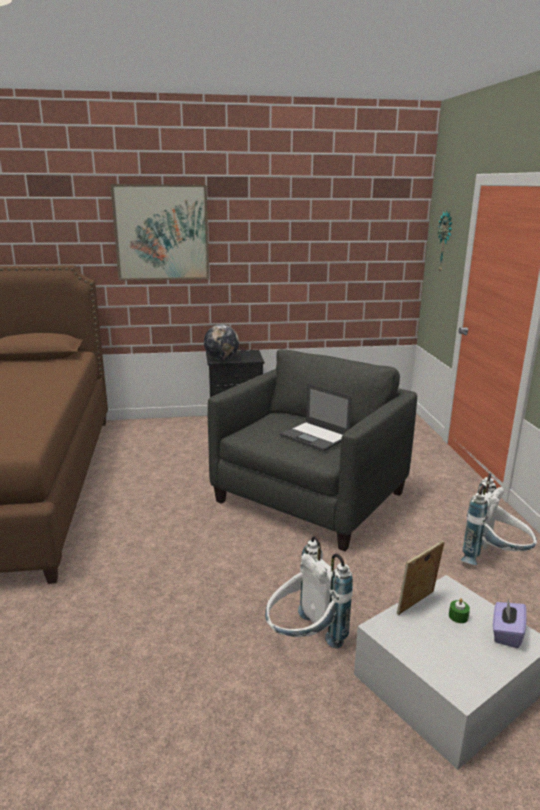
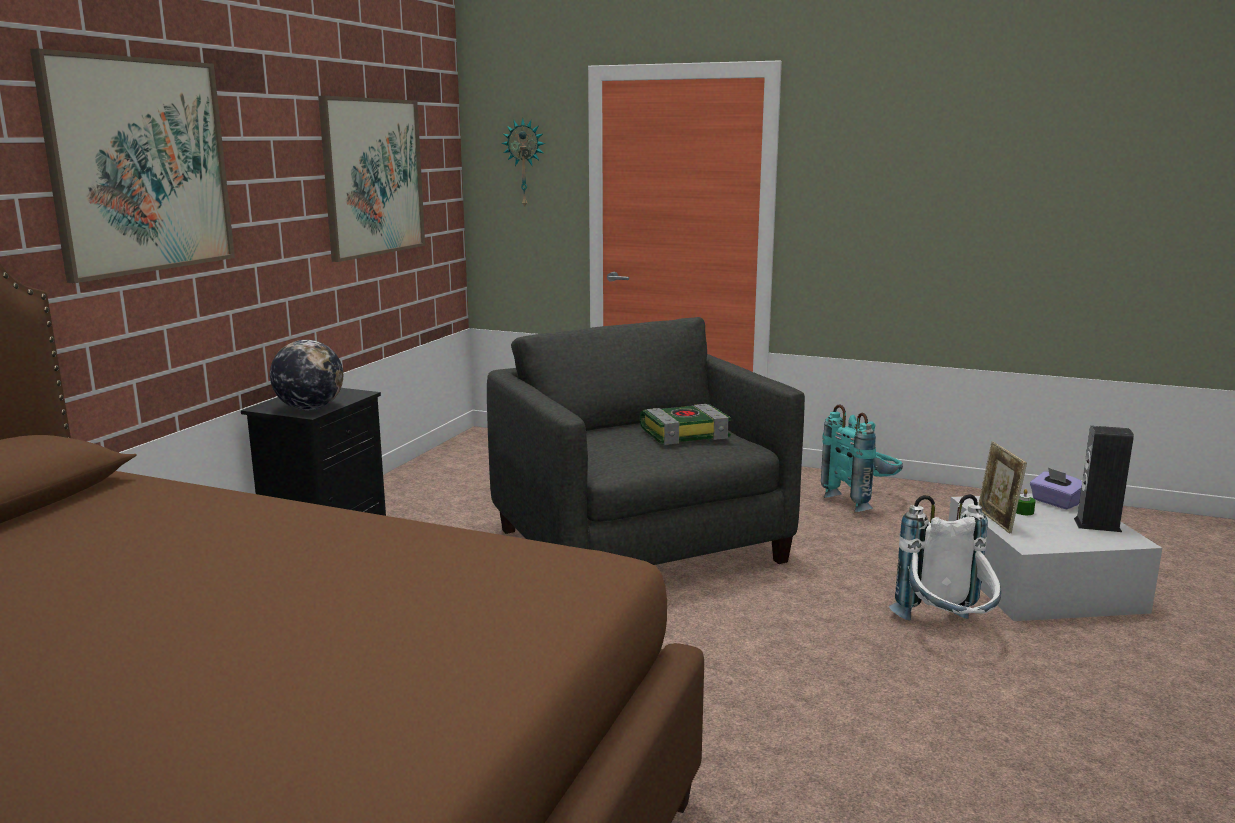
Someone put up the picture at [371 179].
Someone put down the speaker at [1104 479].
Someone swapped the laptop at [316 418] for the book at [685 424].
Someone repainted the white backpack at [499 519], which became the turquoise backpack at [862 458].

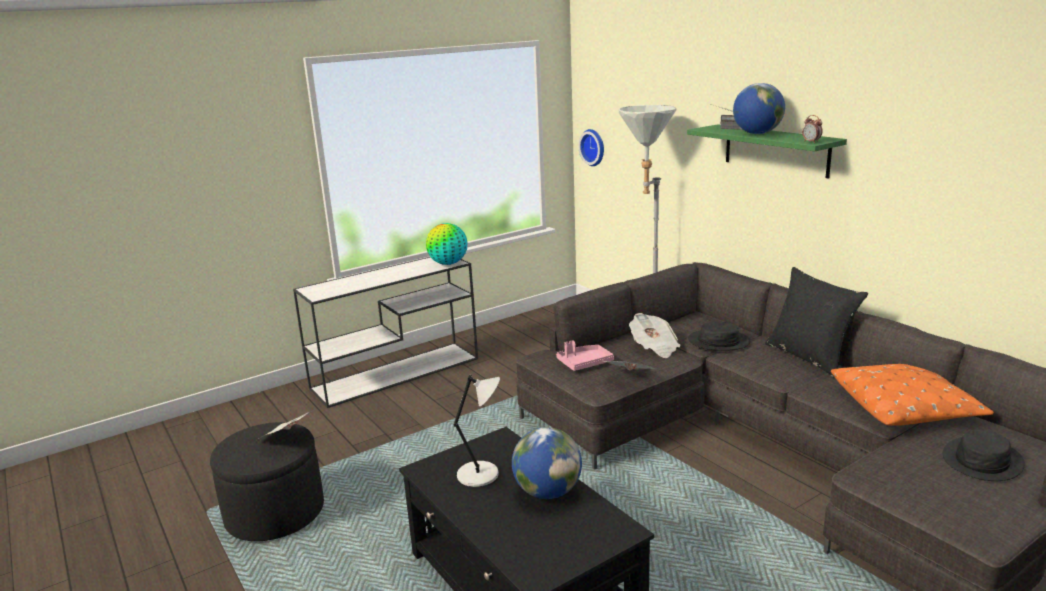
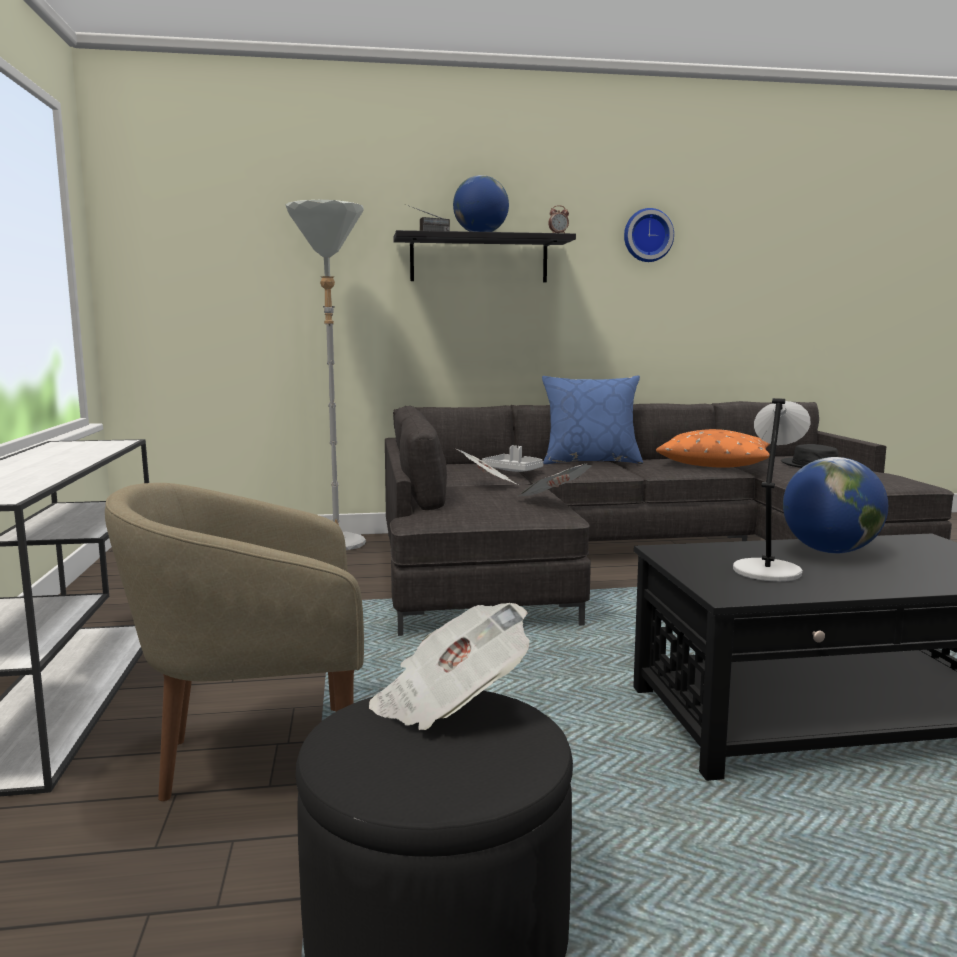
Someone took away the globe at [446 244].
Someone took away the pink tray at [585 355].
Someone put down the beige armchair at [234 642].
Someone carried the wall clock from [591 147] to [649 235].
Someone swapped the black hat at [719 335] for the grey tray at [512 458].
Someone repainted the green shelf at [767 151], which became the black shelf at [484 256].
Someone repainted the black pillow at [816 322], which became the blue pillow at [592 420].

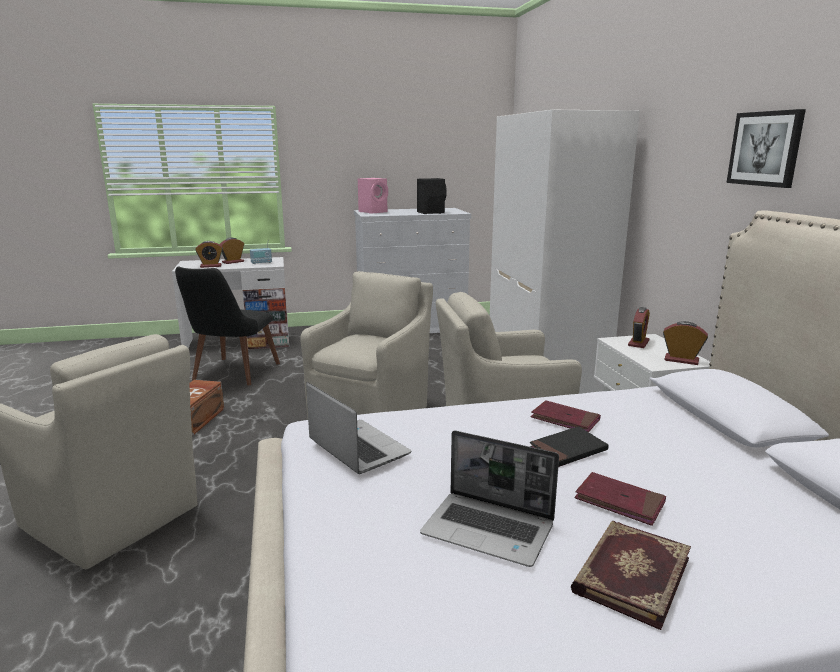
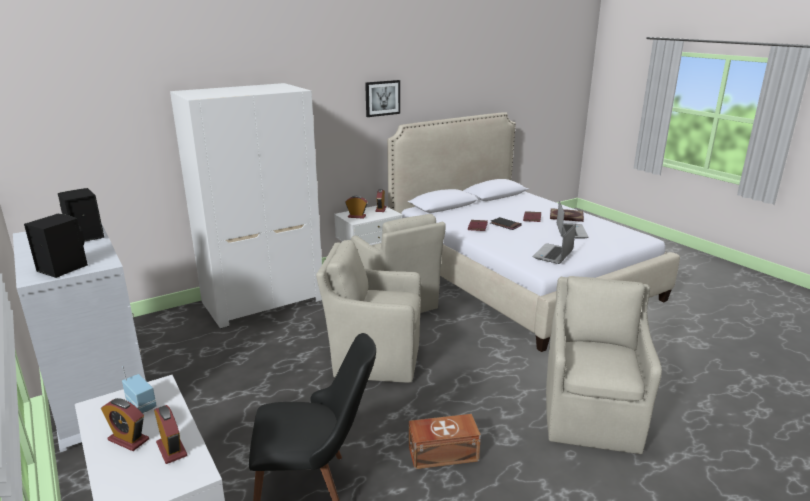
Someone repainted the pink speaker at [373 195], which became the black speaker at [56 246].

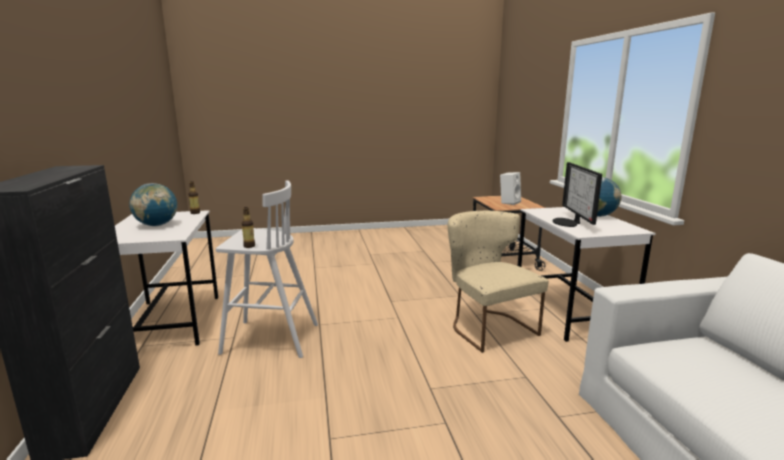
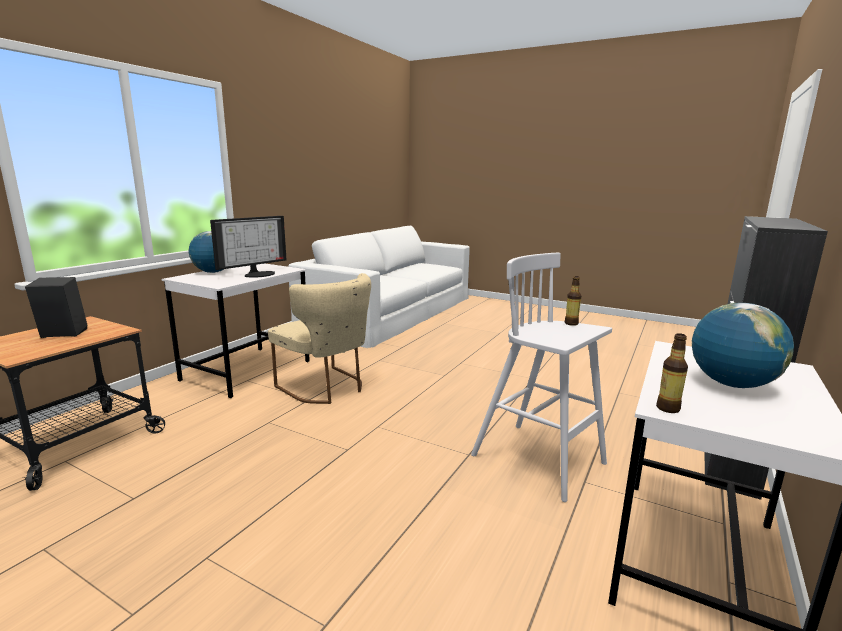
Someone repainted the white speaker at [510 188], which became the black speaker at [56 307].
Someone rotated the beige chair at [498 282] by 60 degrees counterclockwise.

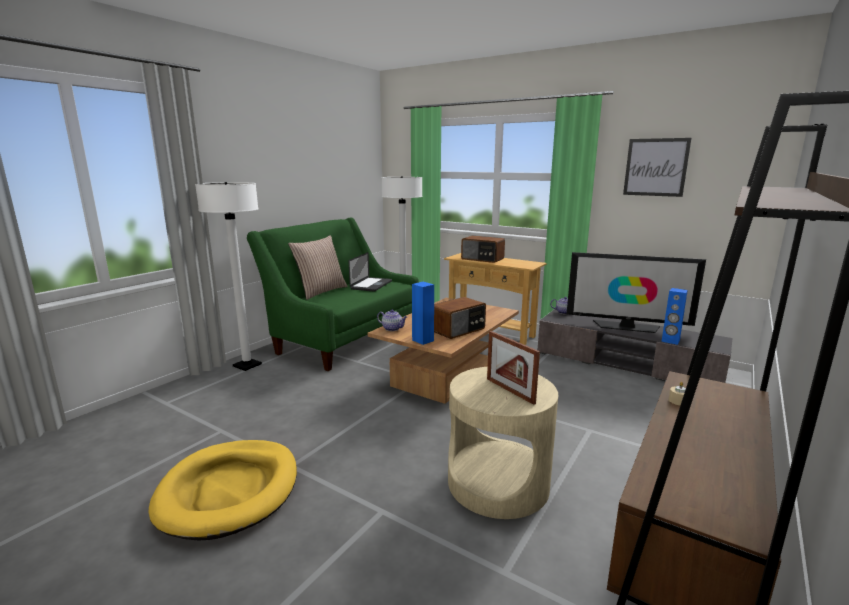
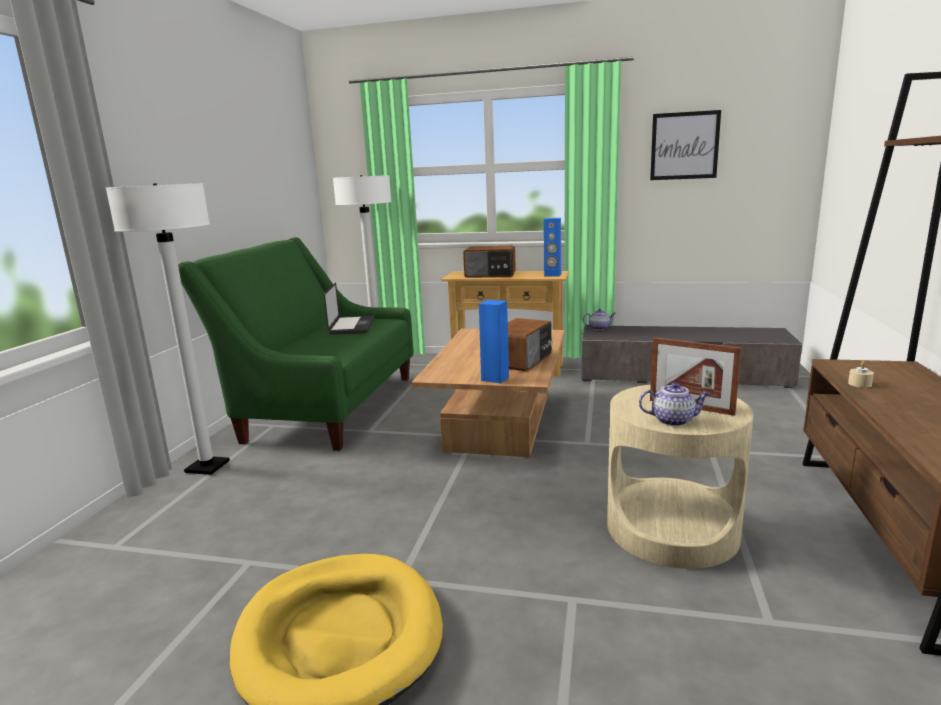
Someone took away the pillow at [318 267].
Someone took away the television at [636 292].
Someone carried the teapot from [392 320] to [674 404].
Someone carried the blue speaker from [674 316] to [552 247].

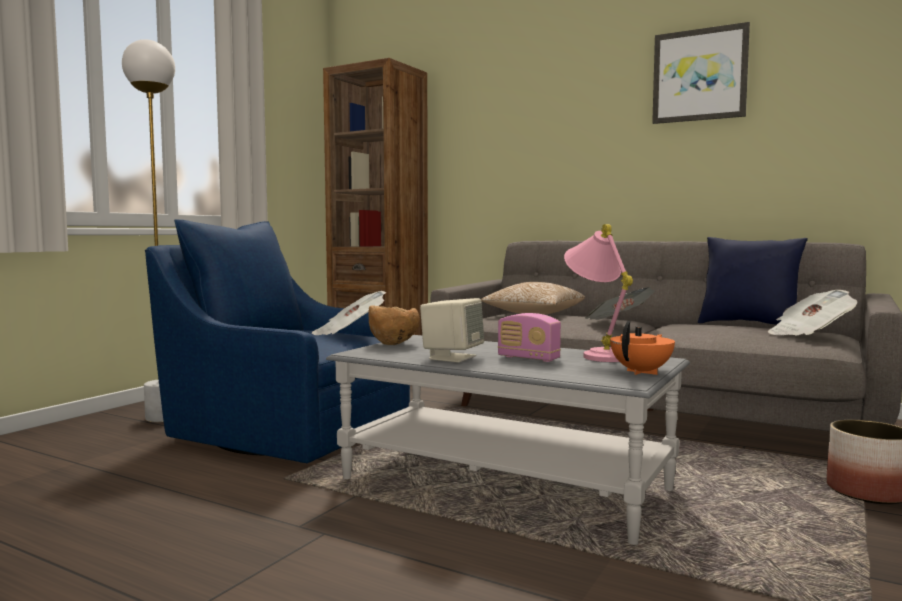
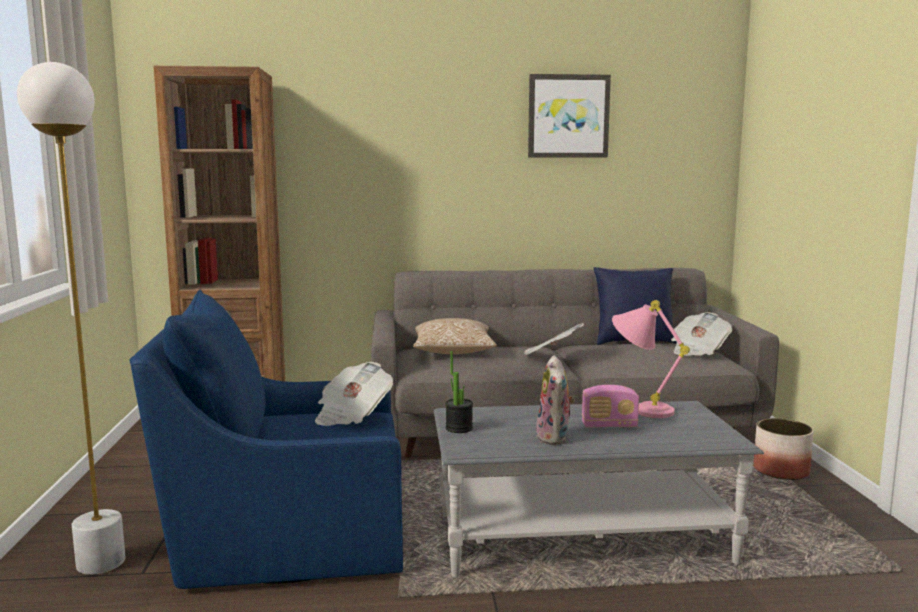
Someone took away the orange teapot at [642 348].
Someone swapped the brown bowl at [394 325] for the potted plant at [459 392].
Someone swapped the beige speaker at [452 330] for the plush toy at [555 400].

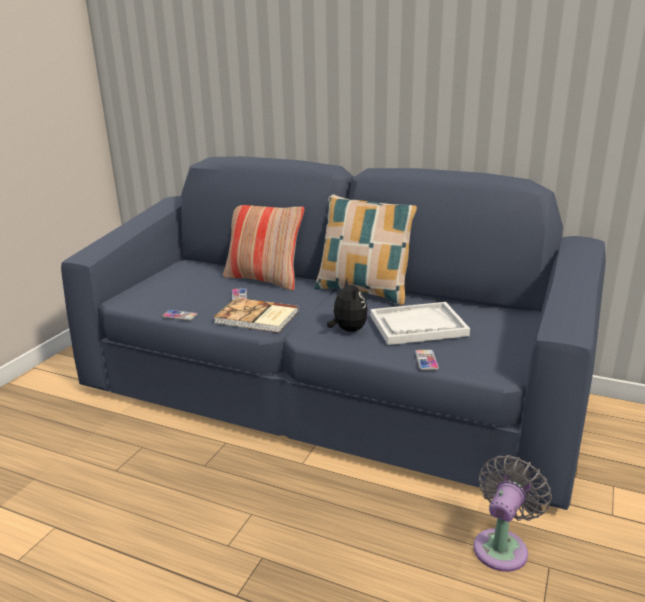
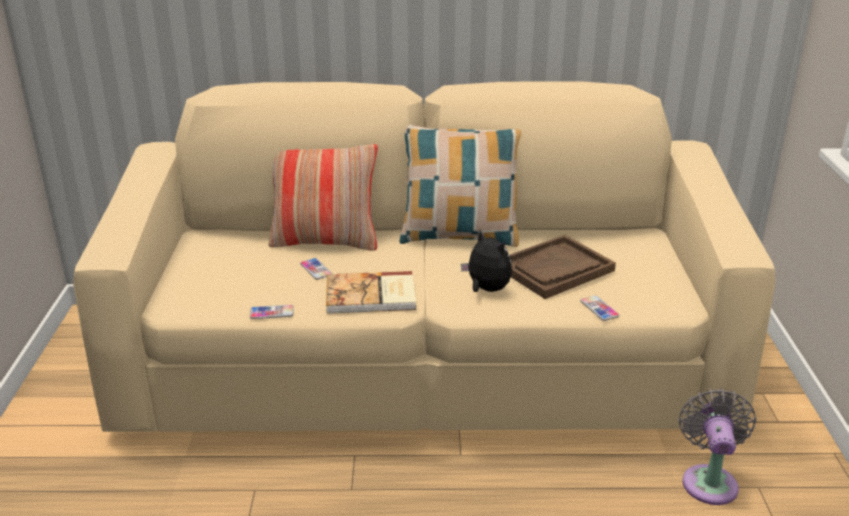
Someone repainted the blue sofa at [333 333], which became the beige sofa at [424 256].
Someone repainted the white tray at [420 323], which became the brown tray at [562 267].

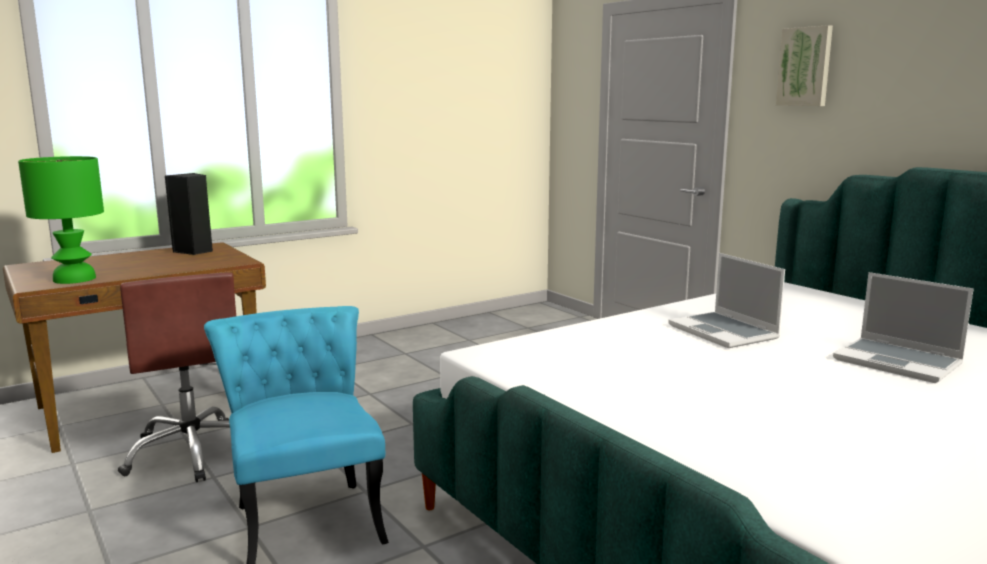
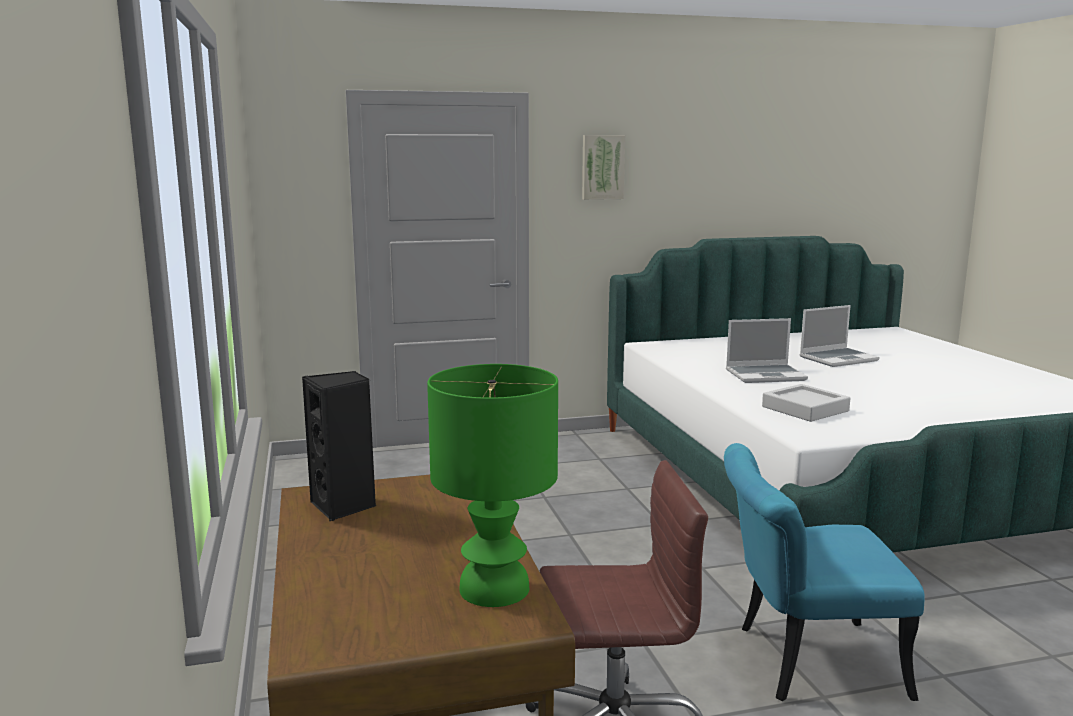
Someone put down the grey tray at [806 403].

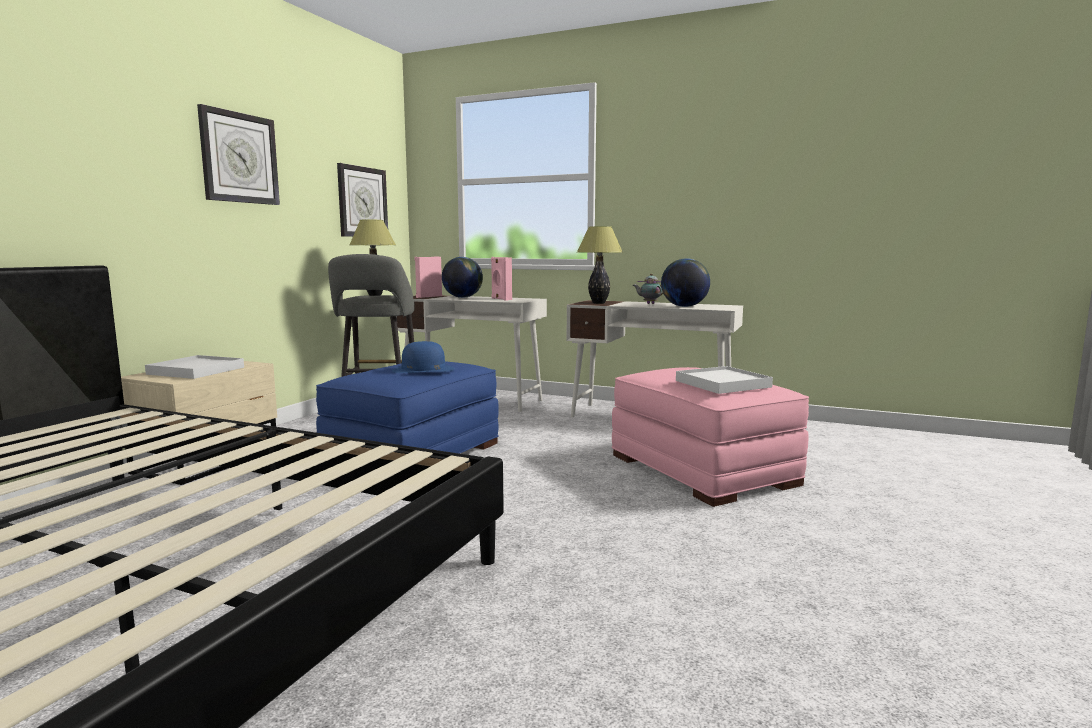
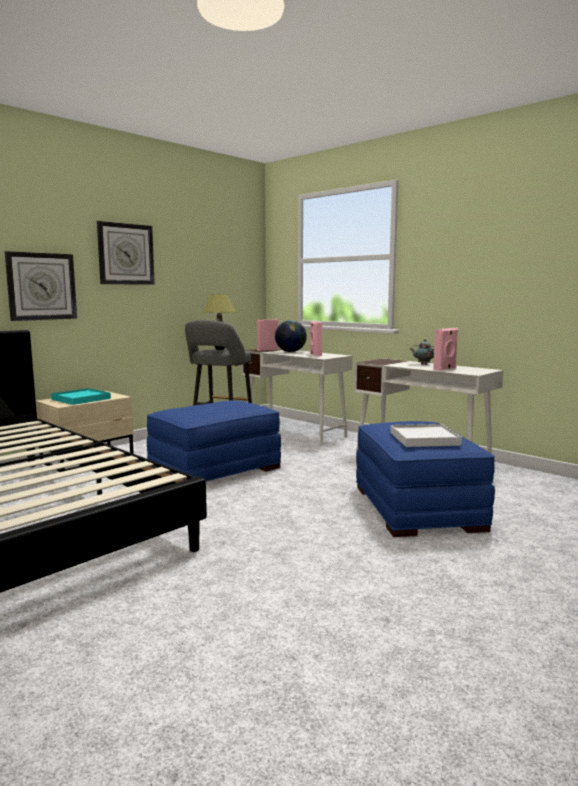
Someone took away the blue hat at [423 357].
Someone took away the table lamp at [599 265].
Someone carried the wall clock from [362 200] to [41 286].
Someone swapped the globe at [685 282] for the pink speaker at [445 349].
Someone repainted the white tray at [194 367], which became the turquoise tray at [81 396].
Someone repainted the pink ottoman at [710 437], which became the blue ottoman at [425 479].

